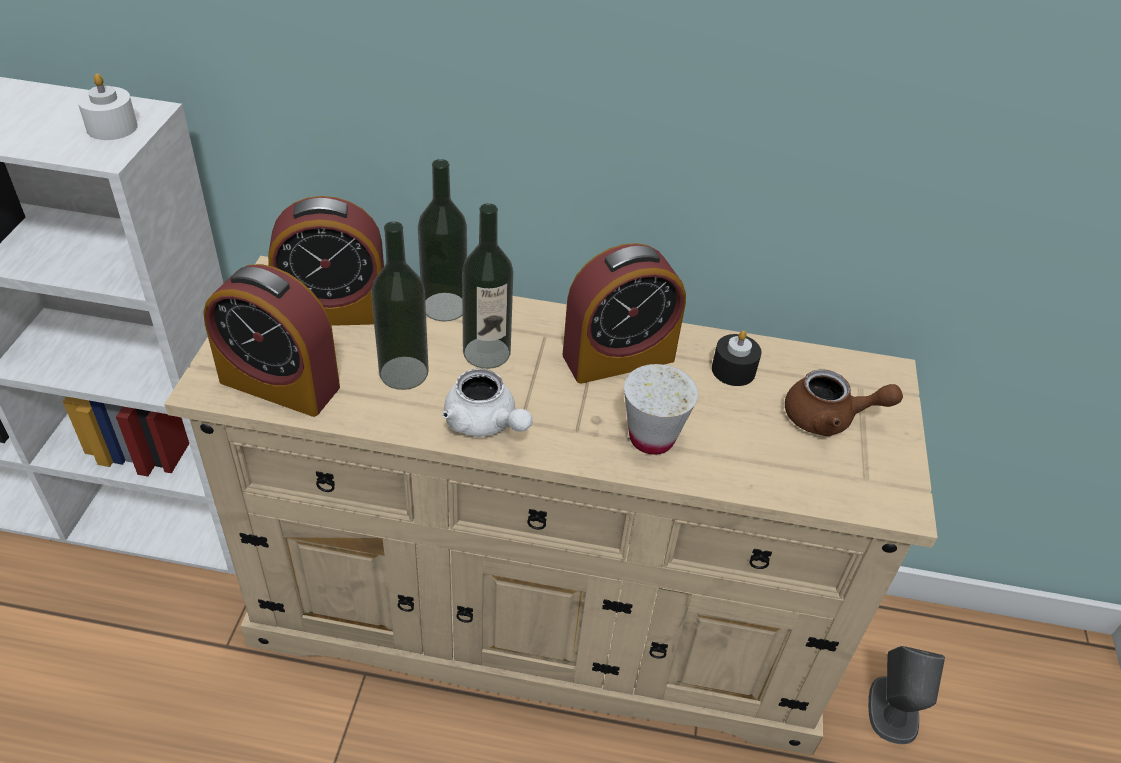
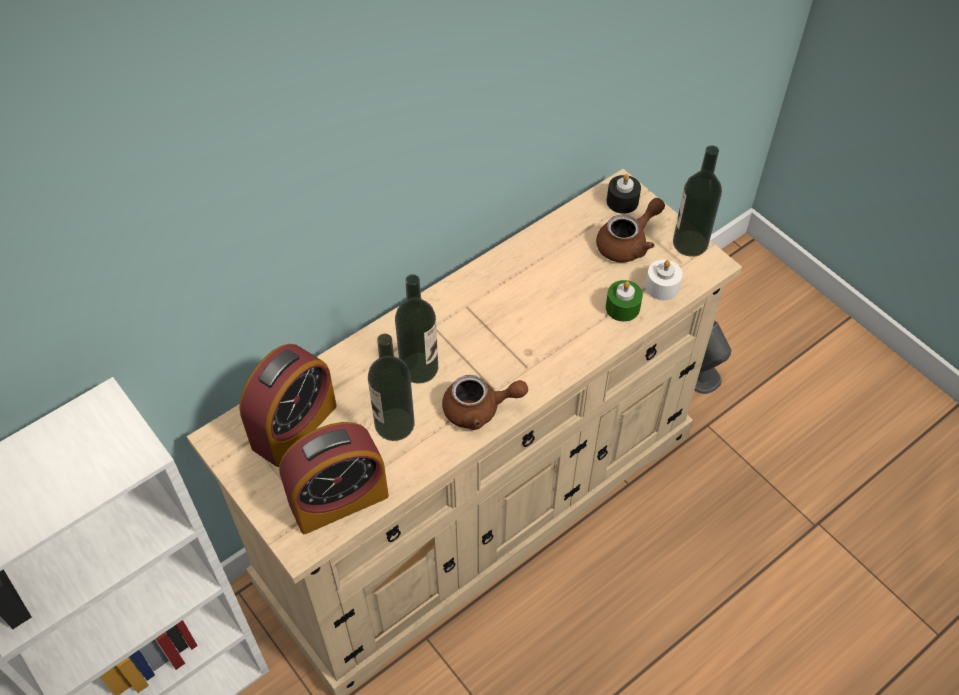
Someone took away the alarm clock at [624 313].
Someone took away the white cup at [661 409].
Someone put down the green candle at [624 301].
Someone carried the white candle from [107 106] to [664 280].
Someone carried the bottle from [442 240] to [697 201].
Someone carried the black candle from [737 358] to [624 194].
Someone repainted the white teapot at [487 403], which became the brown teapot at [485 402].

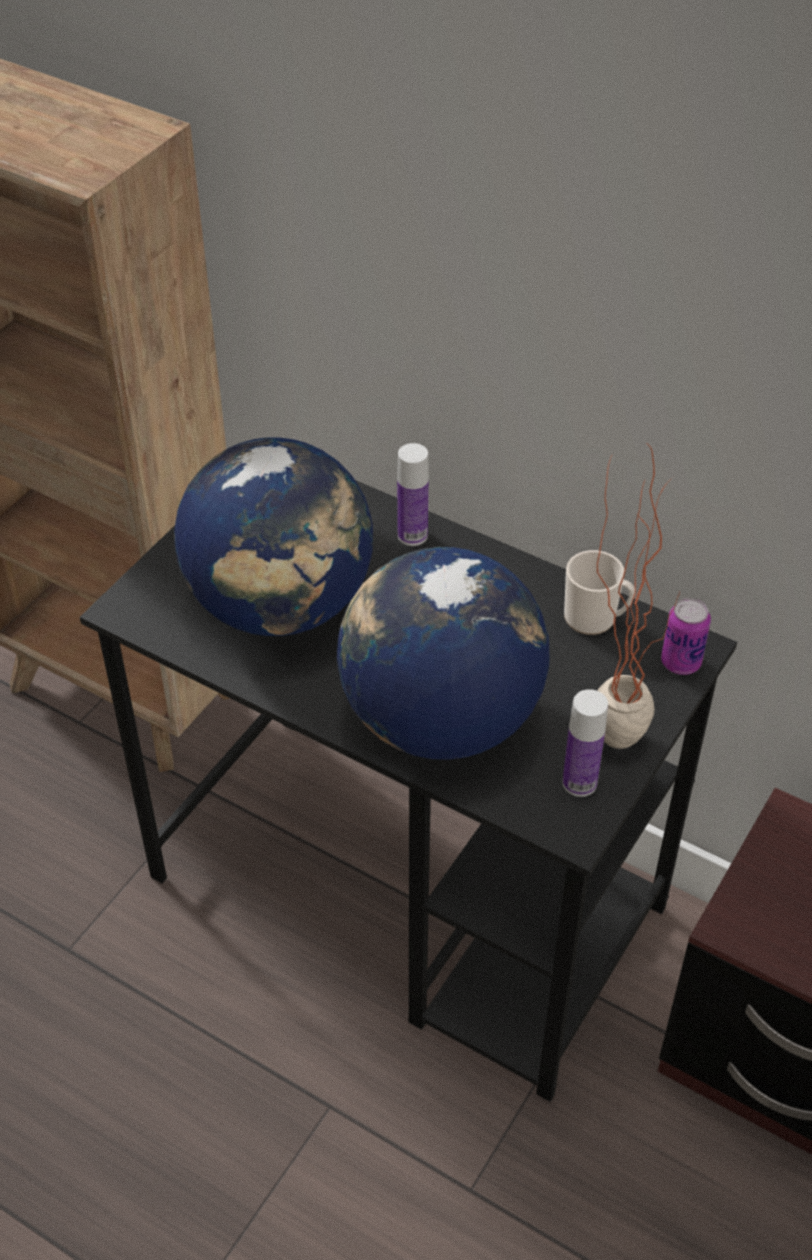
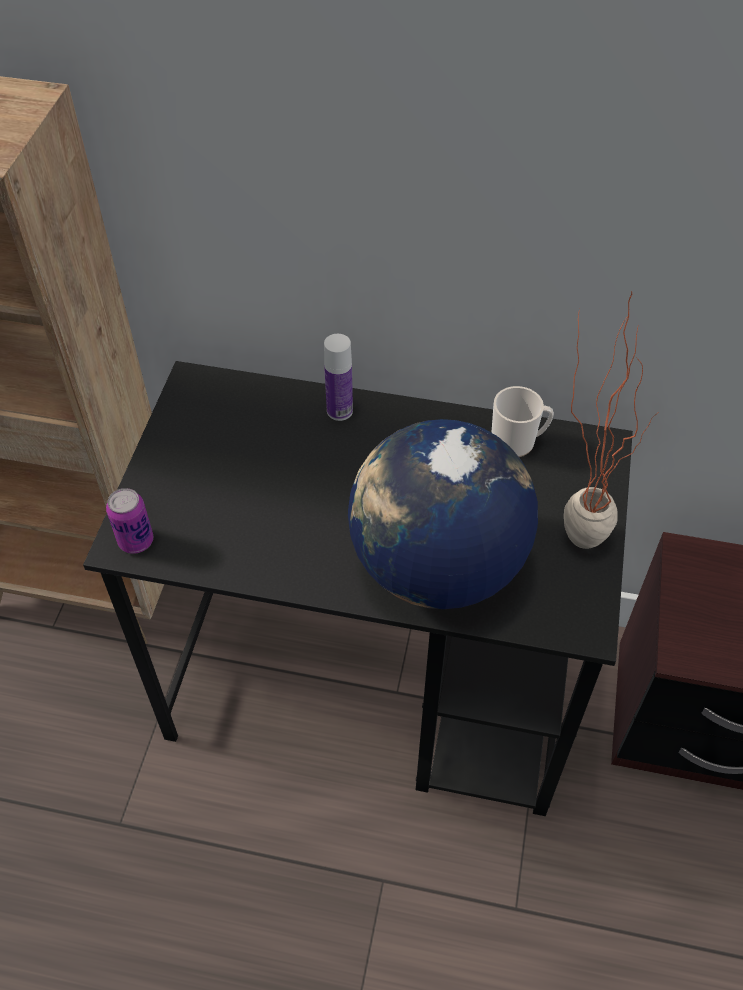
Someone took away the globe at [273 536].
Someone took away the bottle at [585 743].
Someone carried the can from [686 636] to [129 521].

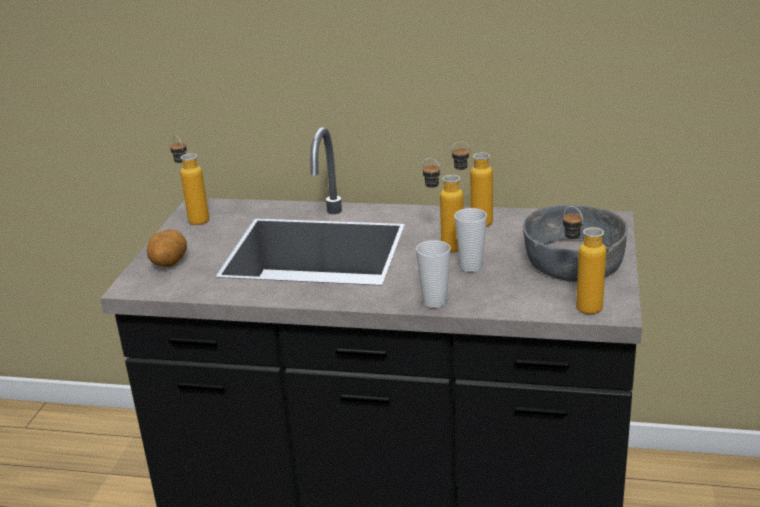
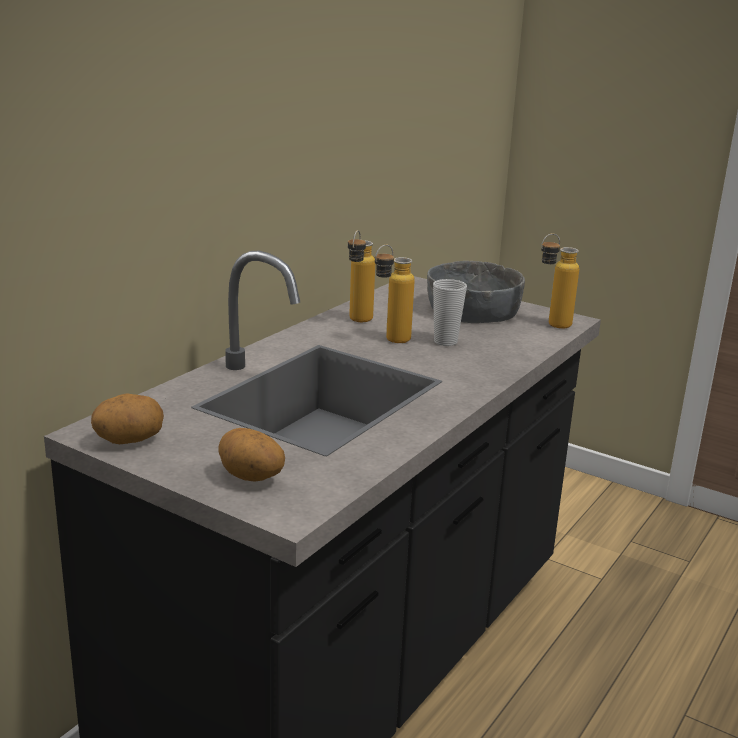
Someone took away the cup at [433 274].
Someone swapped the bottle at [189 180] for the potato at [127 418].

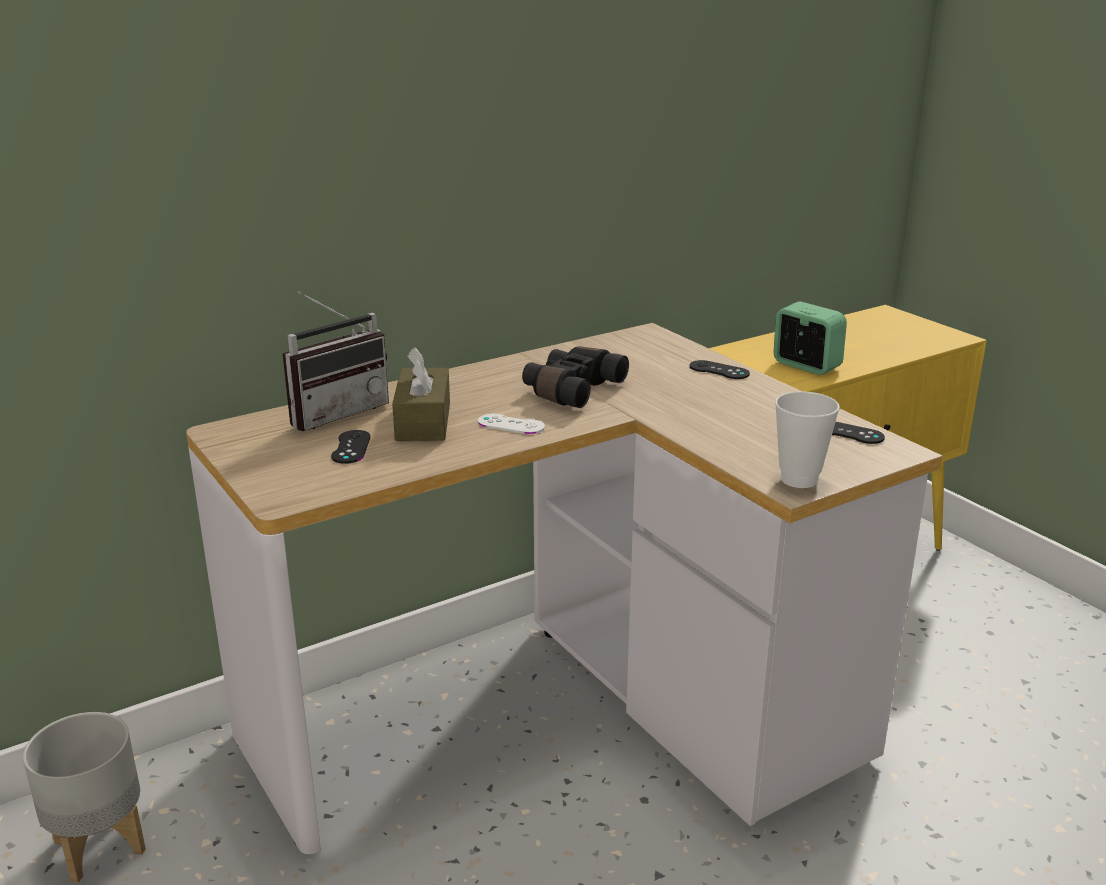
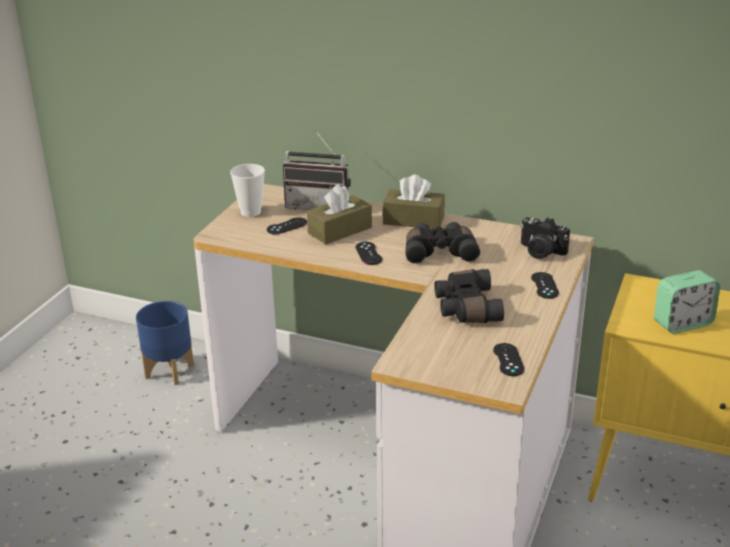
Someone put down the brown tissue box at [414 201].
Someone put down the black binoculars at [469 296].
Someone put down the photo camera at [545 238].
Someone carried the cup from [807 439] to [247 190].
Someone repainted the grey planter at [84 797], which became the blue planter at [165 343].
Someone repainted the white game controller at [511 424], which became the black game controller at [369 253].
Someone rotated the alarm clock at [810 338] by 60 degrees clockwise.

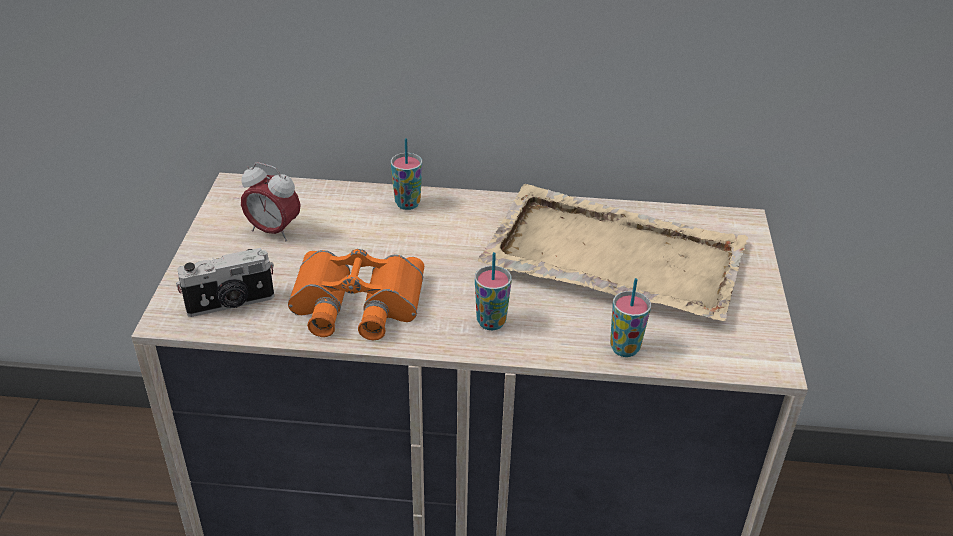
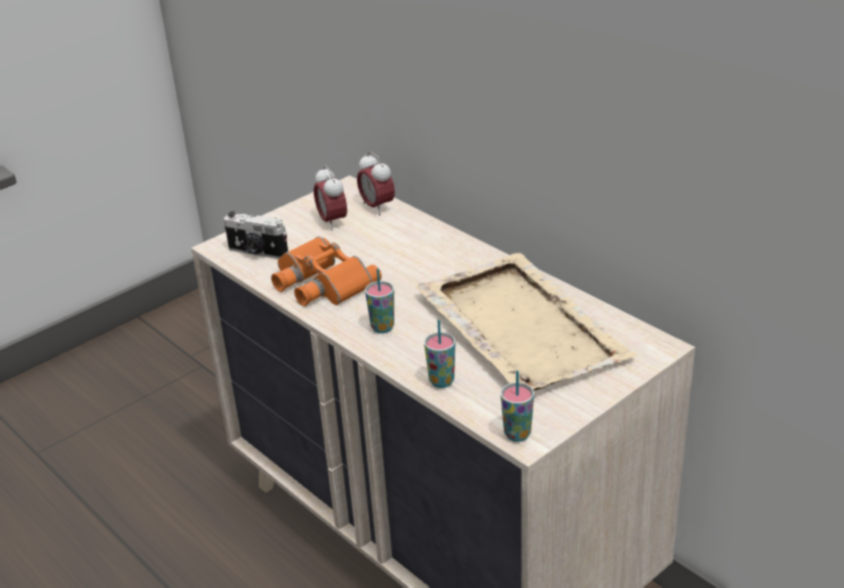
Someone put down the alarm clock at [376 183].
Someone carried the cup from [406 174] to [517 406].

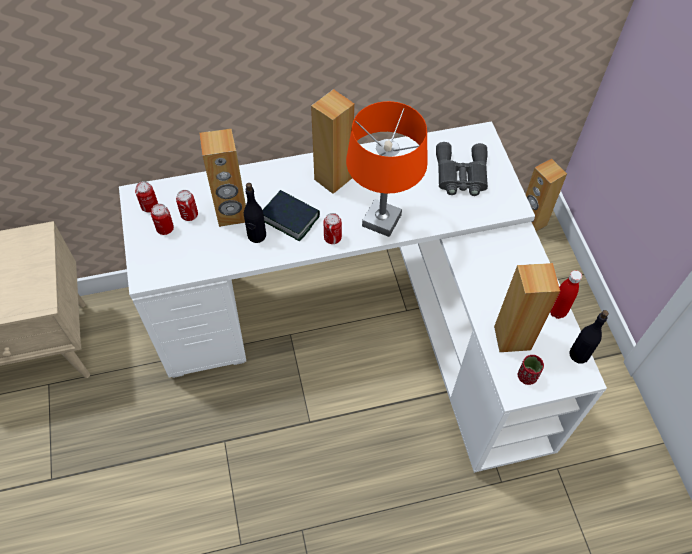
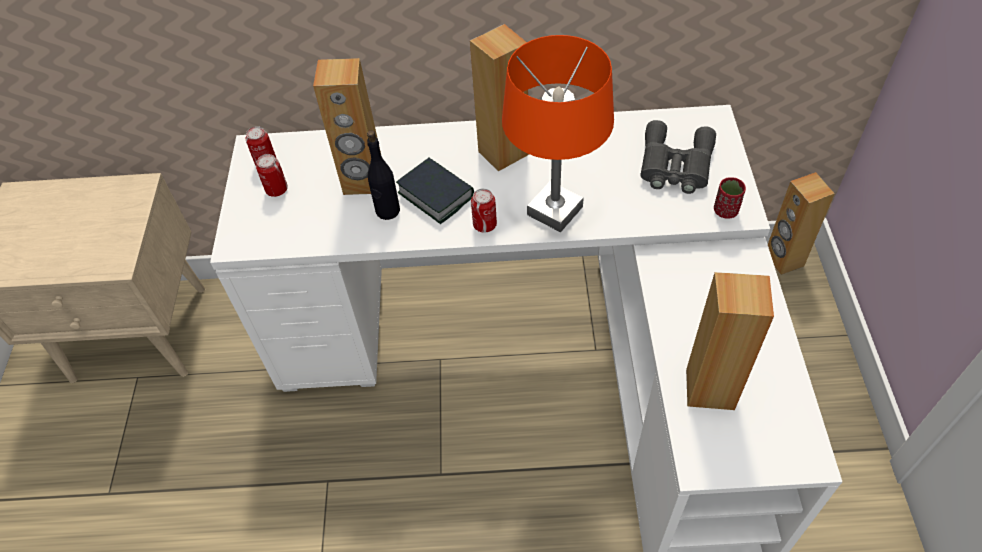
Someone took away the can at [187 205].
Someone took away the red bottle at [566 294].
Someone took away the black bottle at [589 336].
Someone carried the red cup from [531 370] to [730 198].

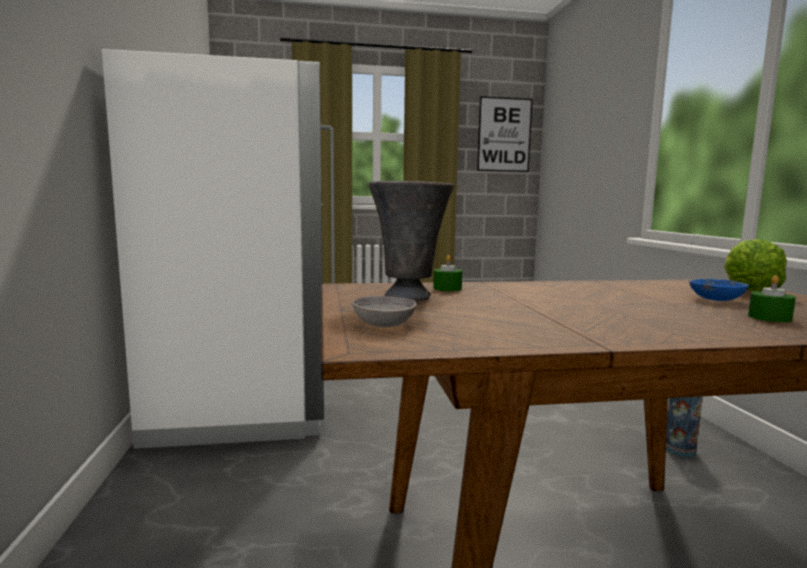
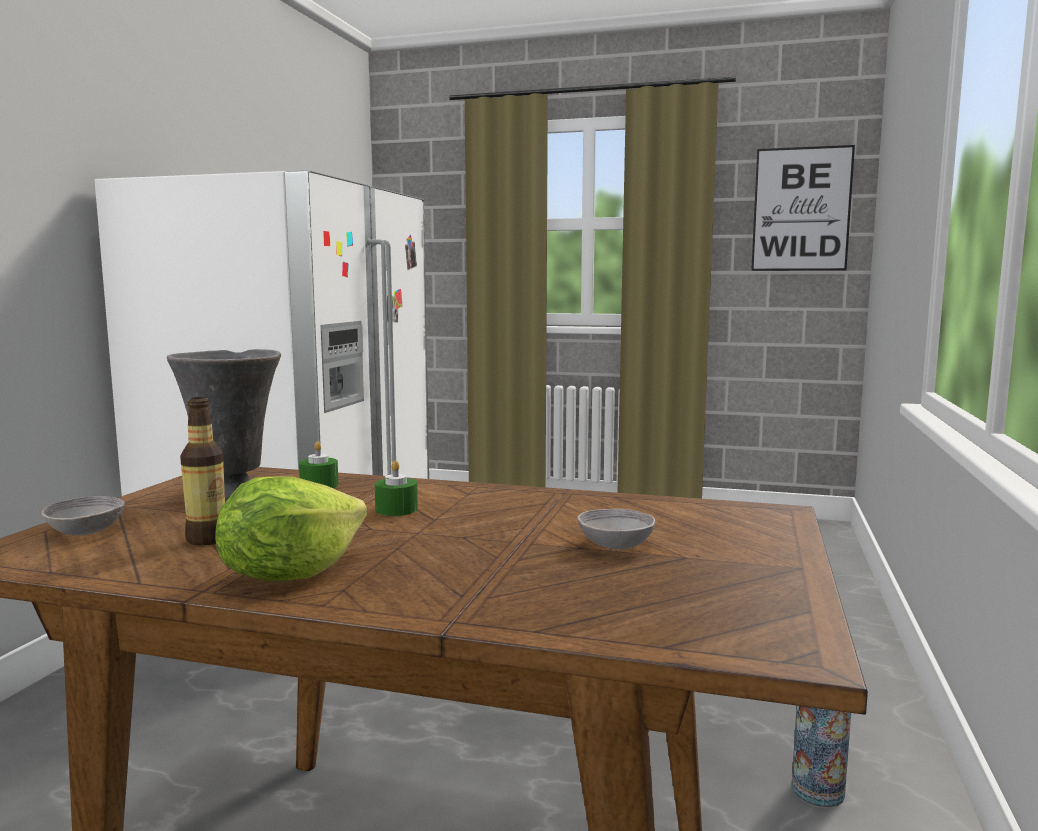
Someone put down the bottle at [202 471].
Someone carried the lettuce from [755 265] to [291 528].
Someone carried the green candle from [772 298] to [396 488].
Someone repainted the blue bowl at [719 290], which became the grey bowl at [616 529].

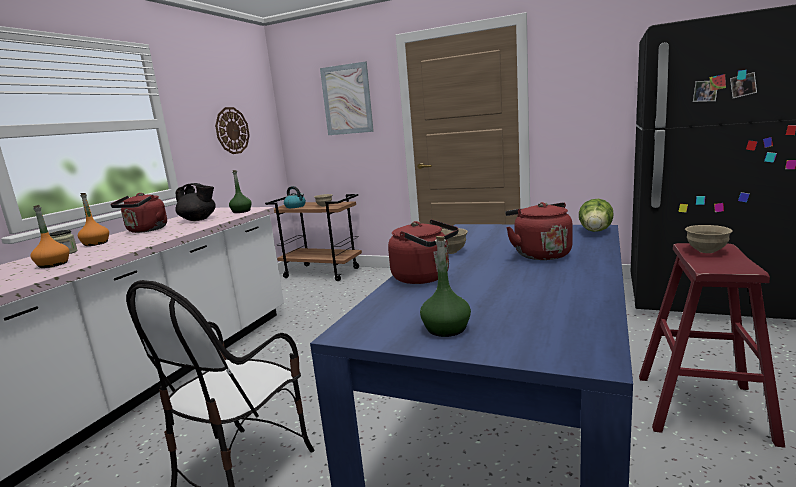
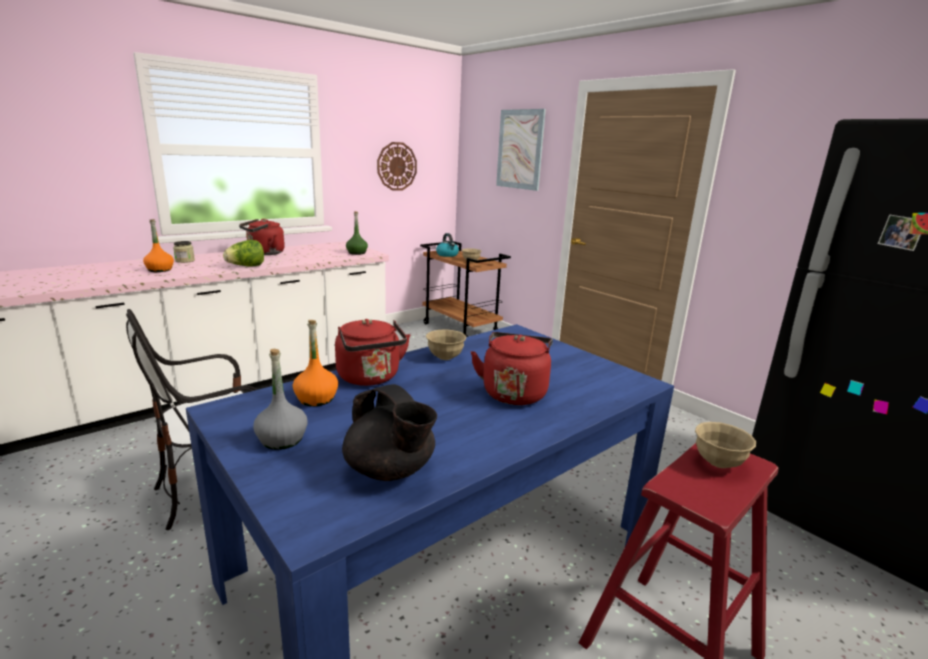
Someone carried the orange bottle from [93 219] to [315 363].
Someone carried the black teapot from [195 202] to [389 432].
Someone carried the lettuce from [596 215] to [243 253].
Someone repainted the green bottle at [445 286], which became the grey bottle at [280 399].

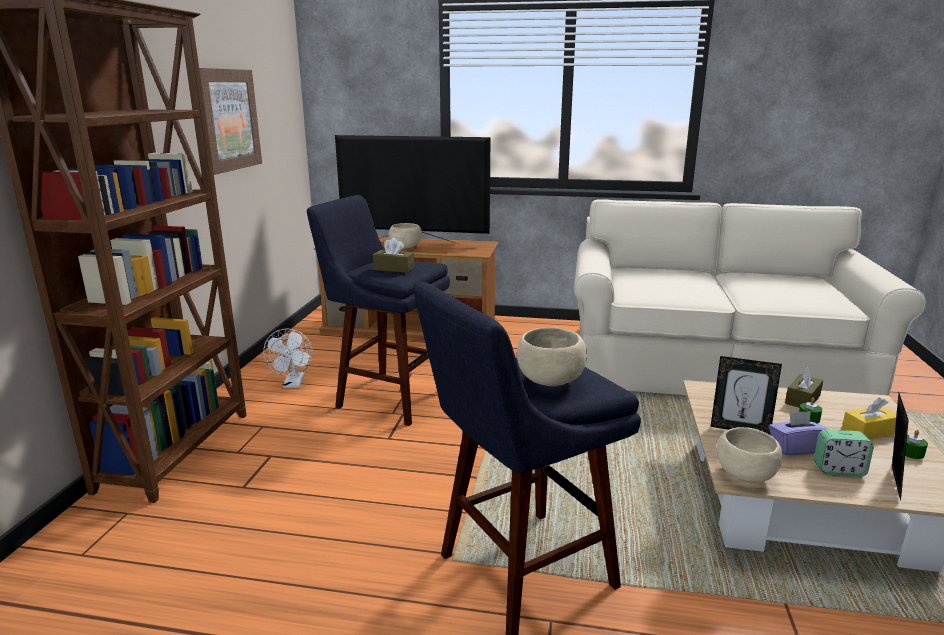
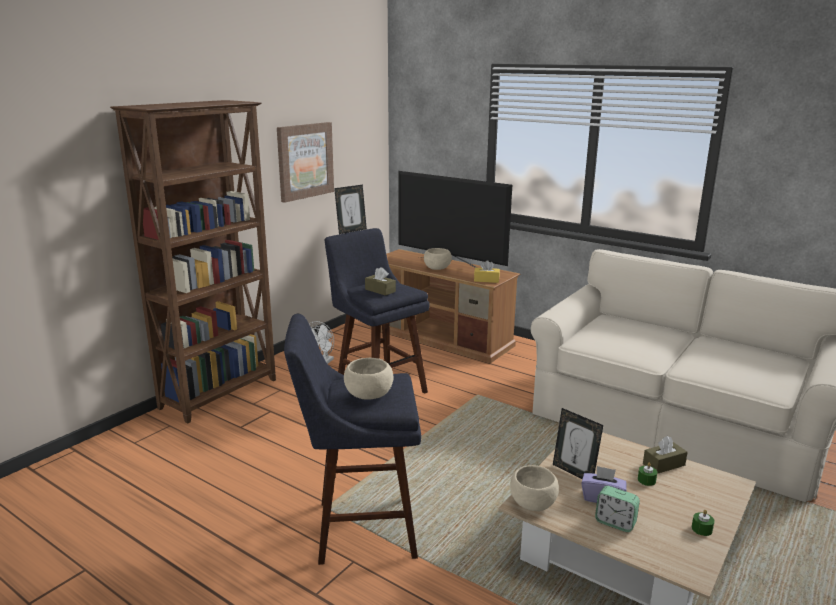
Someone carried the yellow tissue box from [869 418] to [487 271].
Someone carried the picture frame from [900 447] to [350 209].

